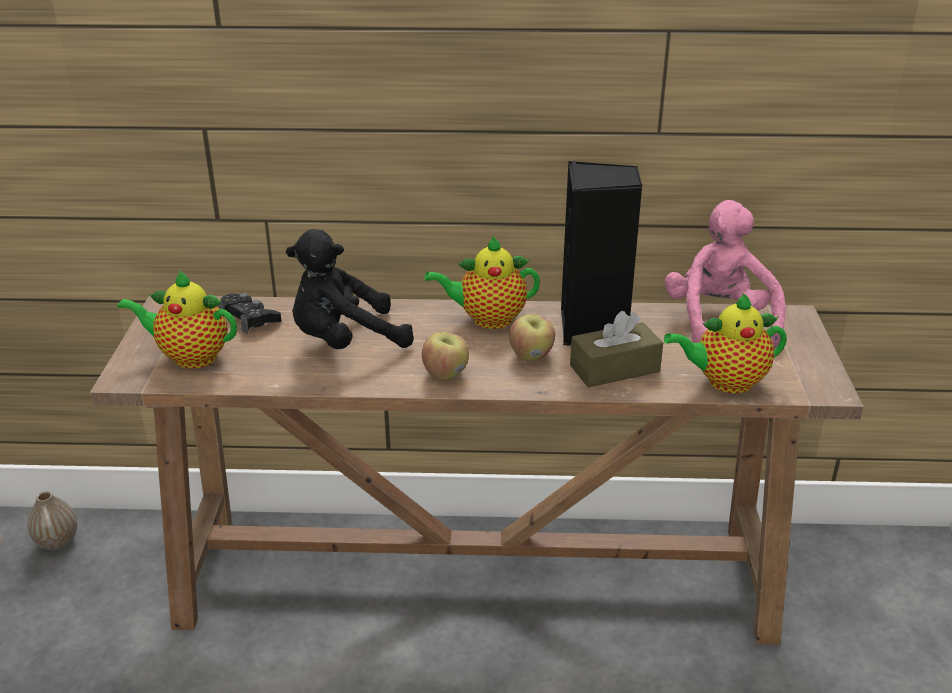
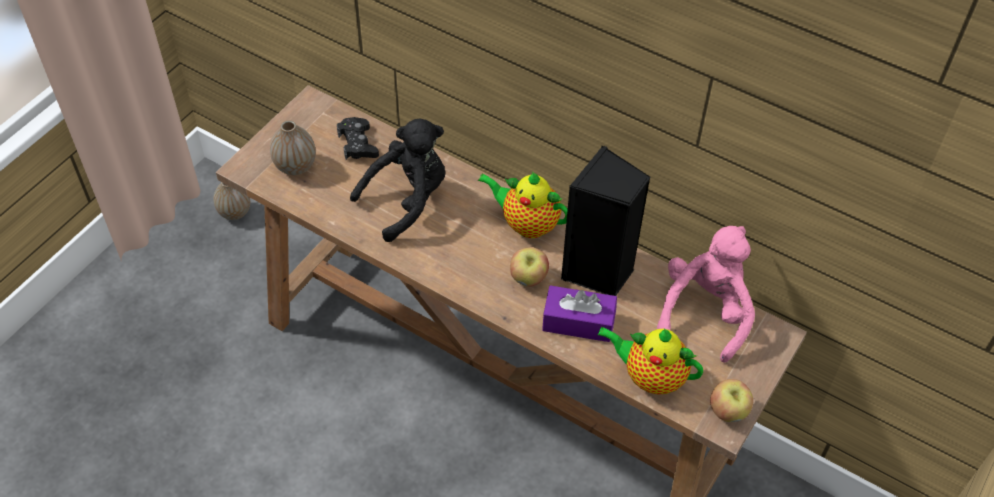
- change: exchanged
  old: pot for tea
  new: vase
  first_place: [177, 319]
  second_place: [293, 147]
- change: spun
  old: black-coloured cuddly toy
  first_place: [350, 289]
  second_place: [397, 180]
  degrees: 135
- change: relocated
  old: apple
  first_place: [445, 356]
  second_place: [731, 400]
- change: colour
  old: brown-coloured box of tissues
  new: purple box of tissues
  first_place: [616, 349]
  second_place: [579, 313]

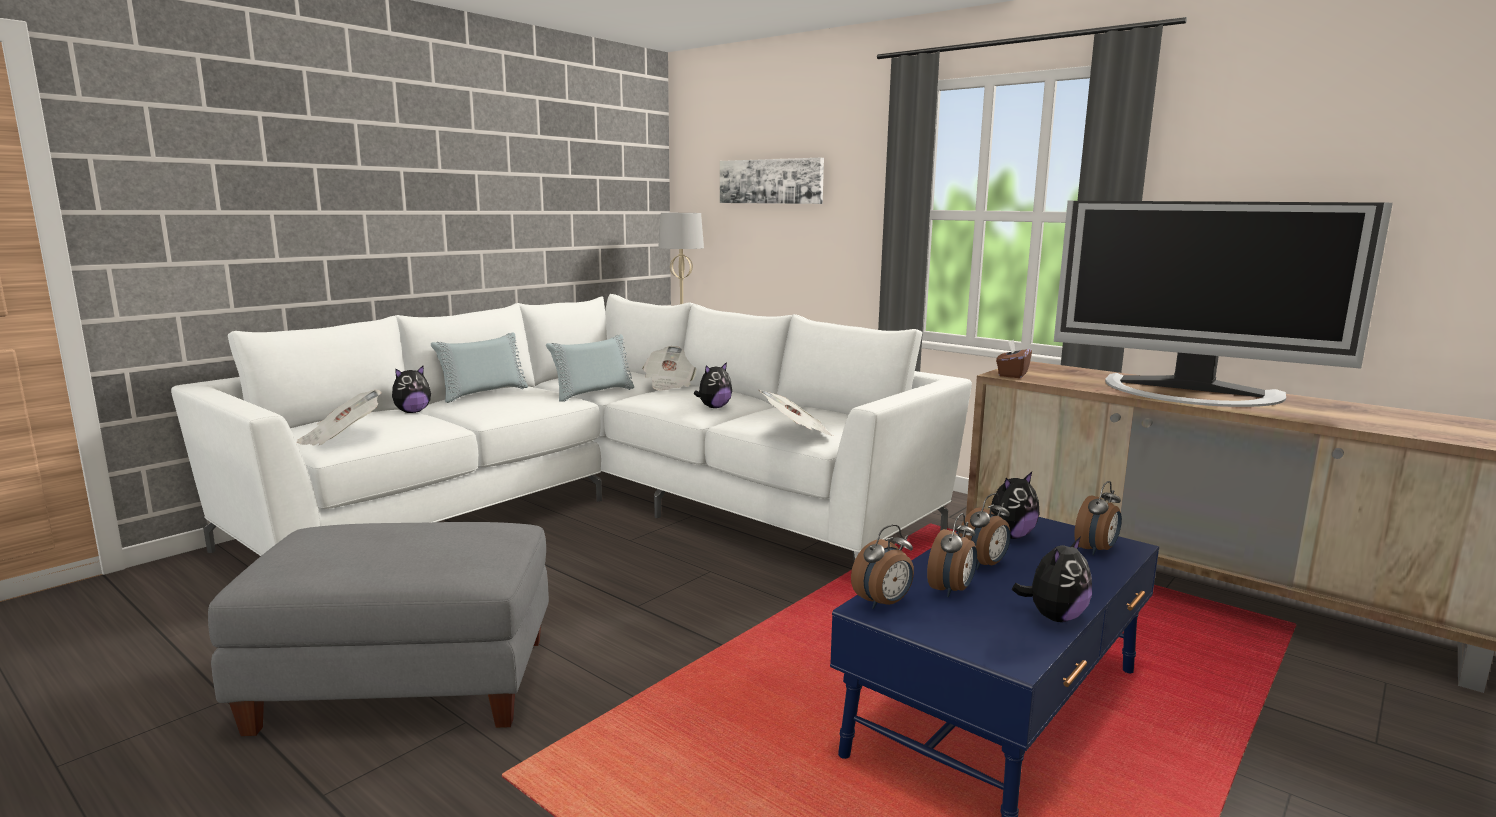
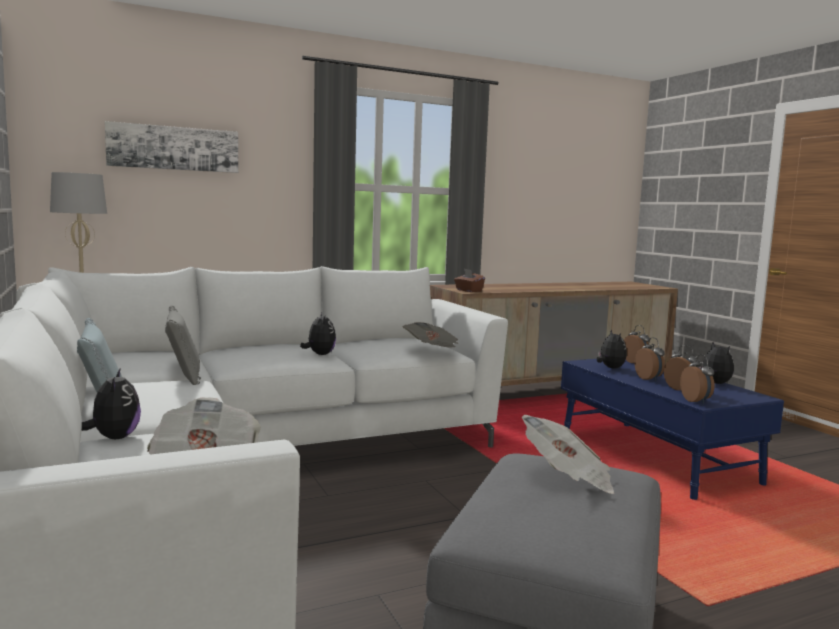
- change: colour
  old: blue-coloured cushion
  new: greyish cushion
  first_place: [590, 368]
  second_place: [183, 345]
- change: relocated
  old: newspaper
  first_place: [669, 368]
  second_place: [568, 454]
- change: missing
  old: TV set
  first_place: [1223, 304]

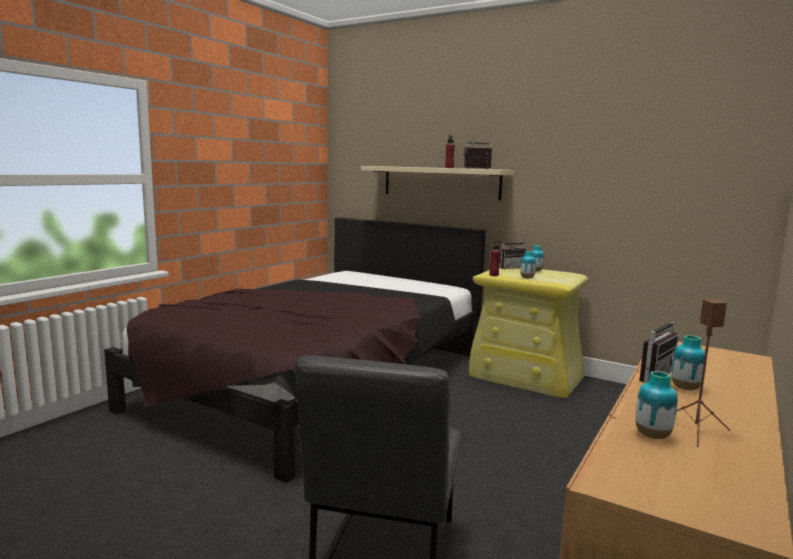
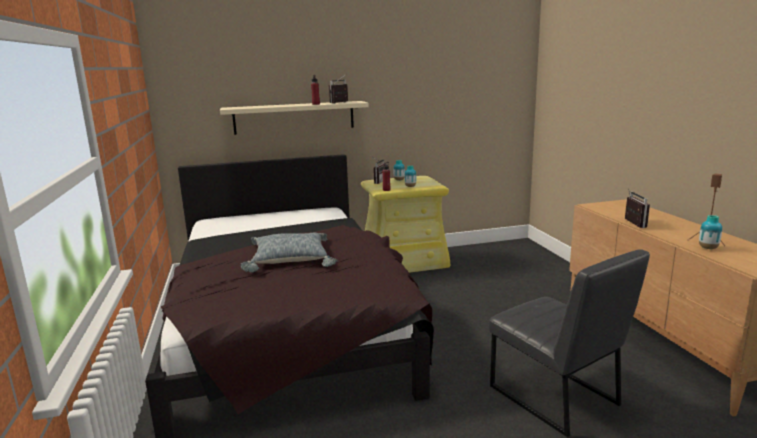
- change: missing
  old: vase
  first_place: [688, 362]
- change: appeared
  new: cushion
  second_place: [289, 252]

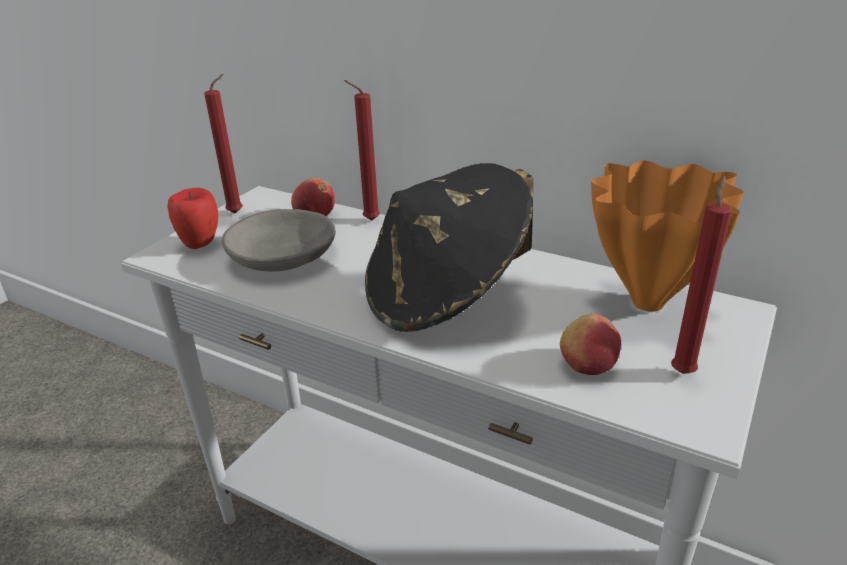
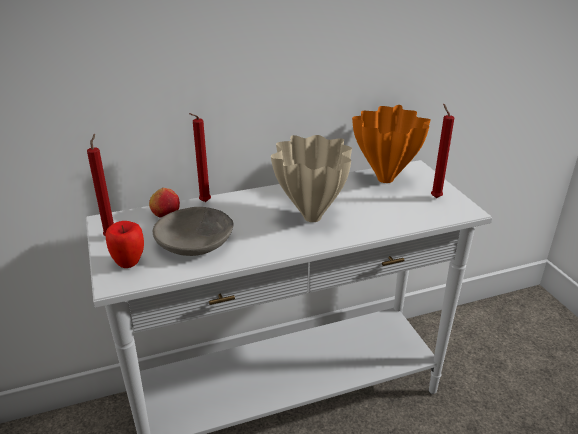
- change: exchanged
  old: black-coloured clothing hat
  new: sand-coloured vase
  first_place: [449, 247]
  second_place: [311, 178]
- change: missing
  old: apple
  first_place: [590, 344]

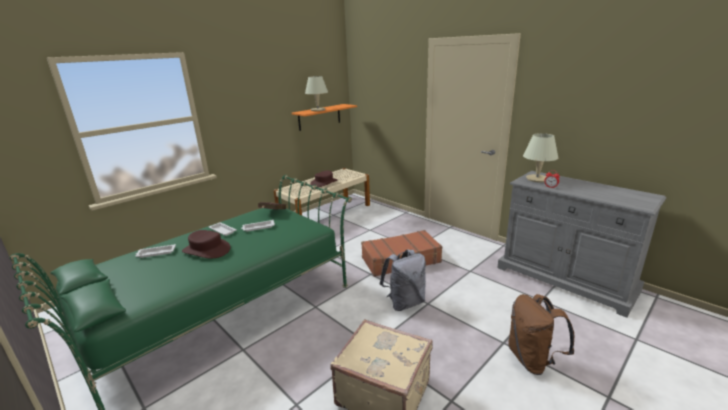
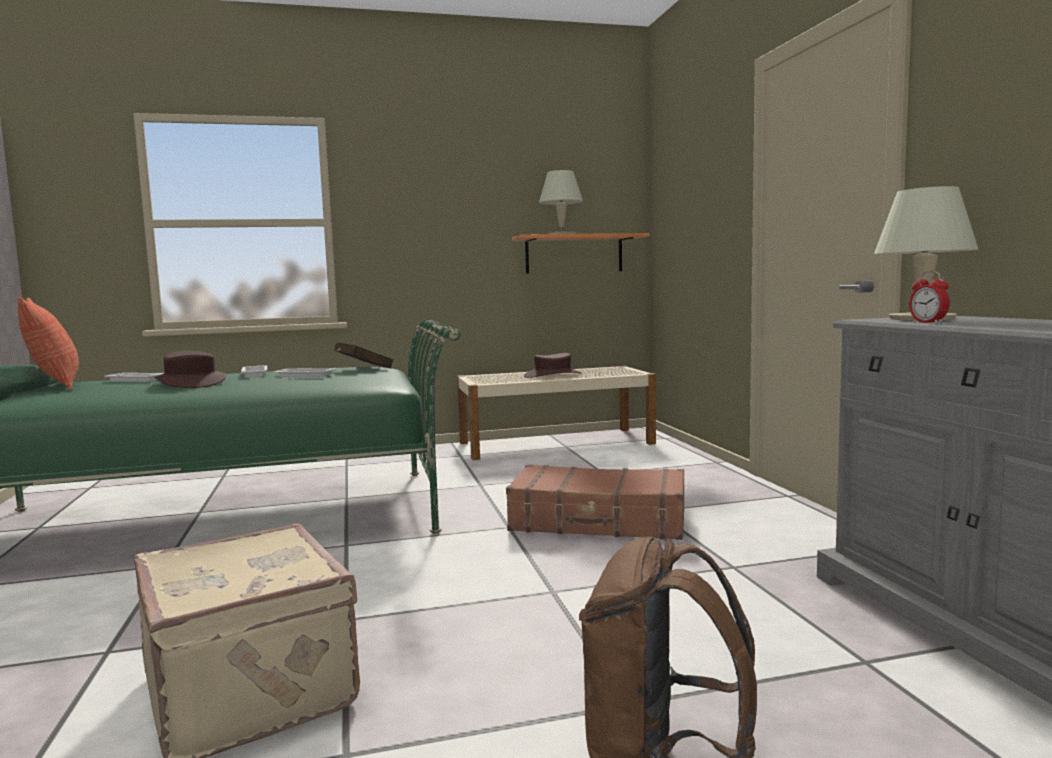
- change: missing
  old: greyish backpack
  first_place: [403, 280]
- change: appeared
  new: orange cushion
  second_place: [48, 344]

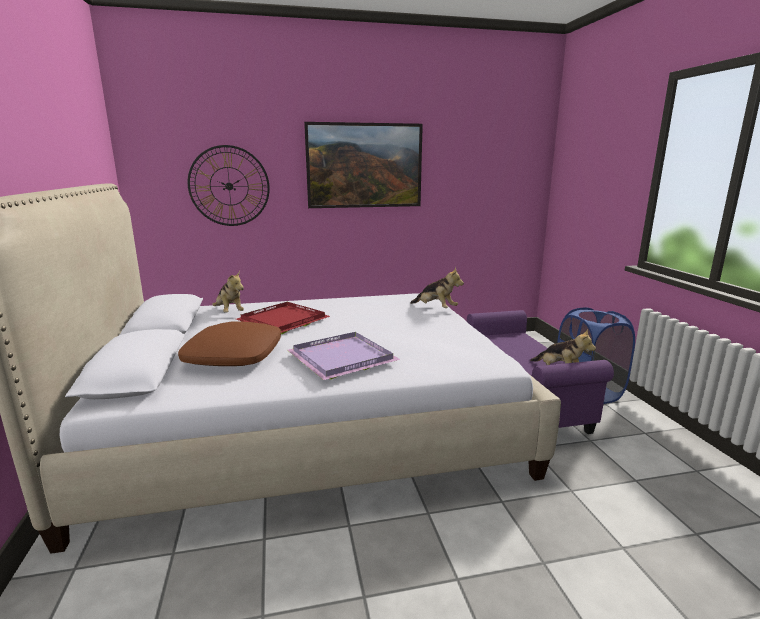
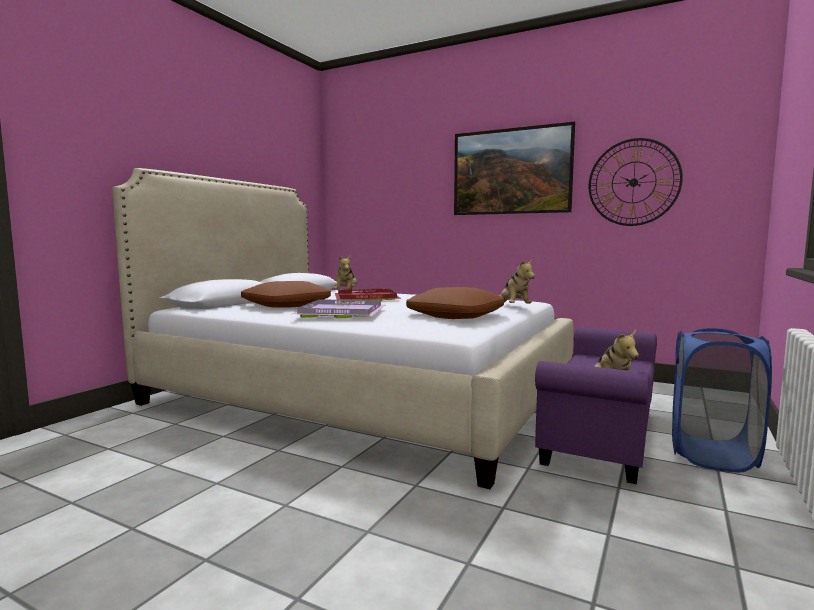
- change: relocated
  old: hanging clock
  first_place: [229, 185]
  second_place: [636, 182]
- change: appeared
  new: brown-coloured cushion
  second_place: [455, 303]

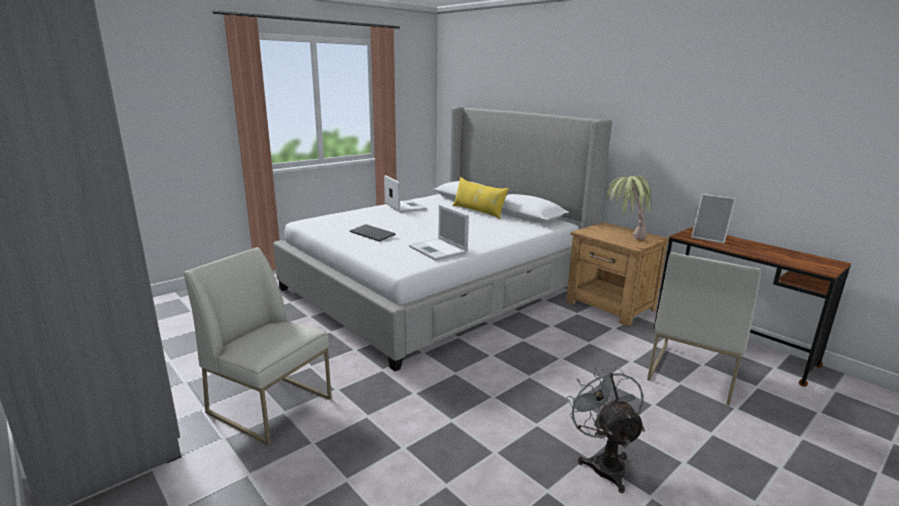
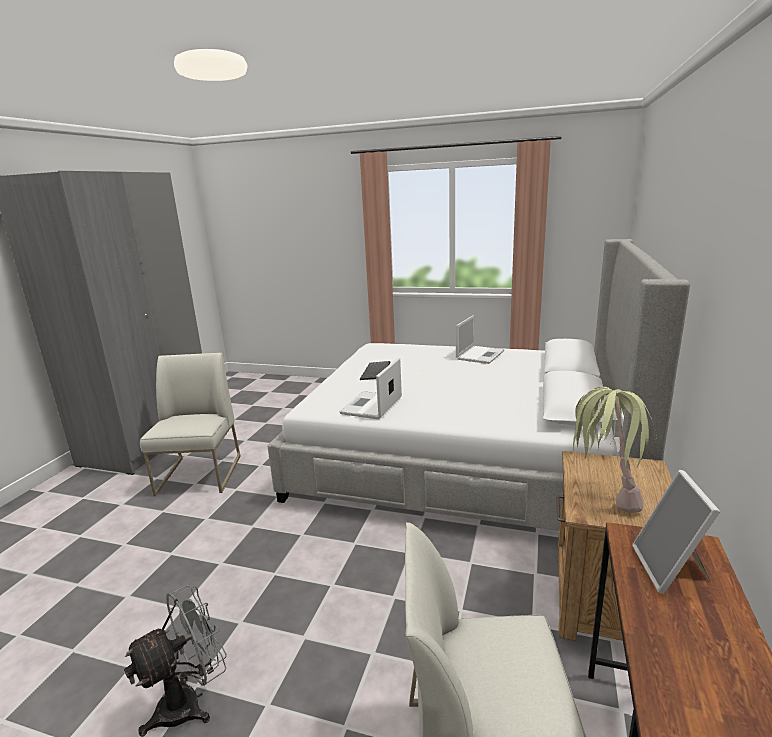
- change: missing
  old: yellow-coloured cushion
  first_place: [480, 198]

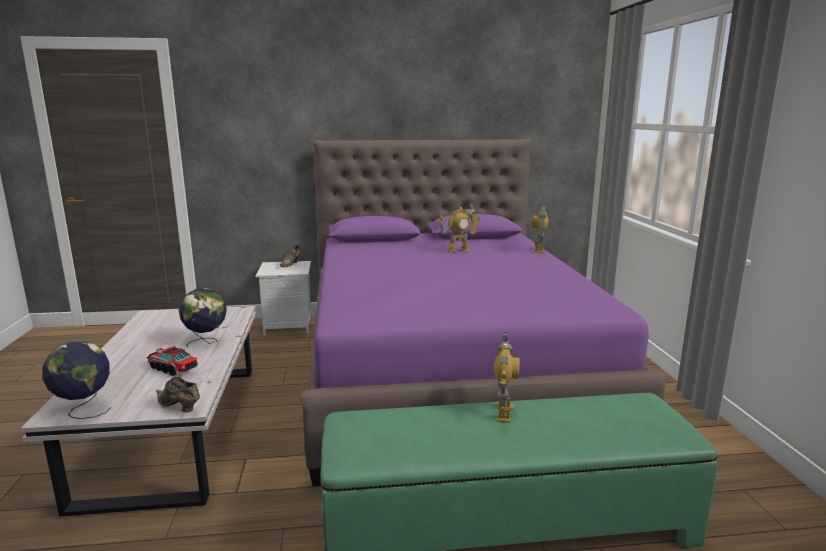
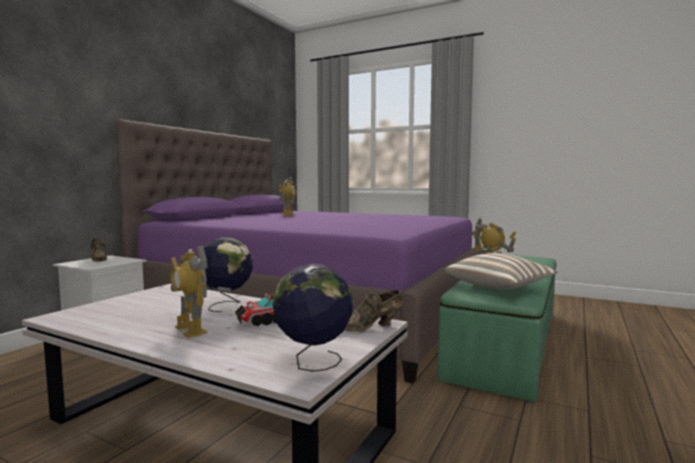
- change: relocated
  old: robot figure
  first_place: [540, 229]
  second_place: [189, 292]
- change: appeared
  new: cushion
  second_place: [501, 271]

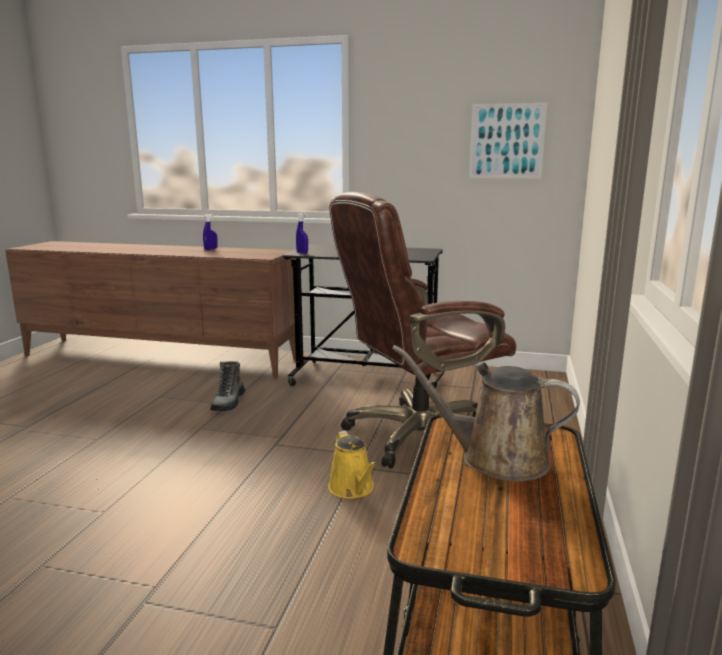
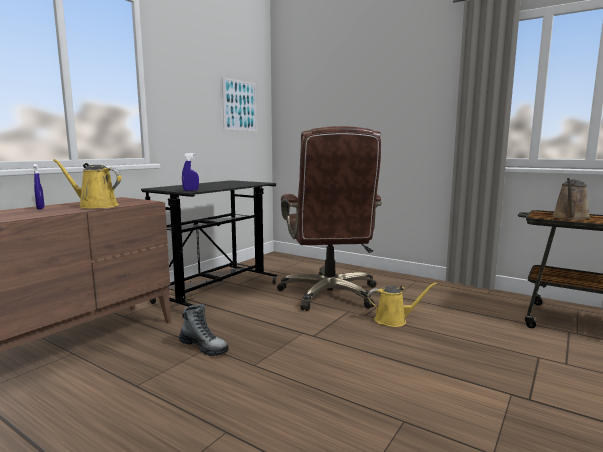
- change: appeared
  new: yellow-coloured sprinkling can
  second_place: [87, 184]

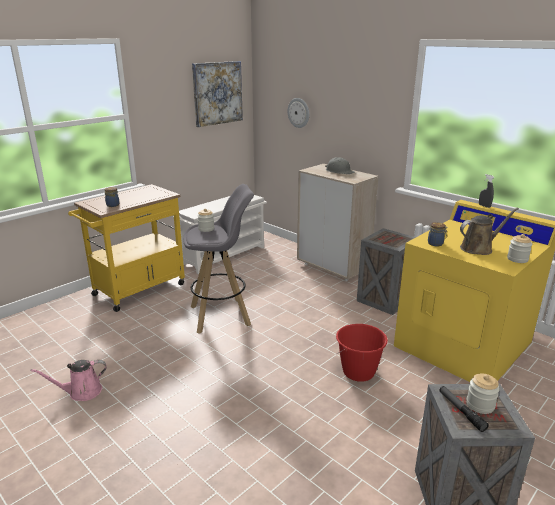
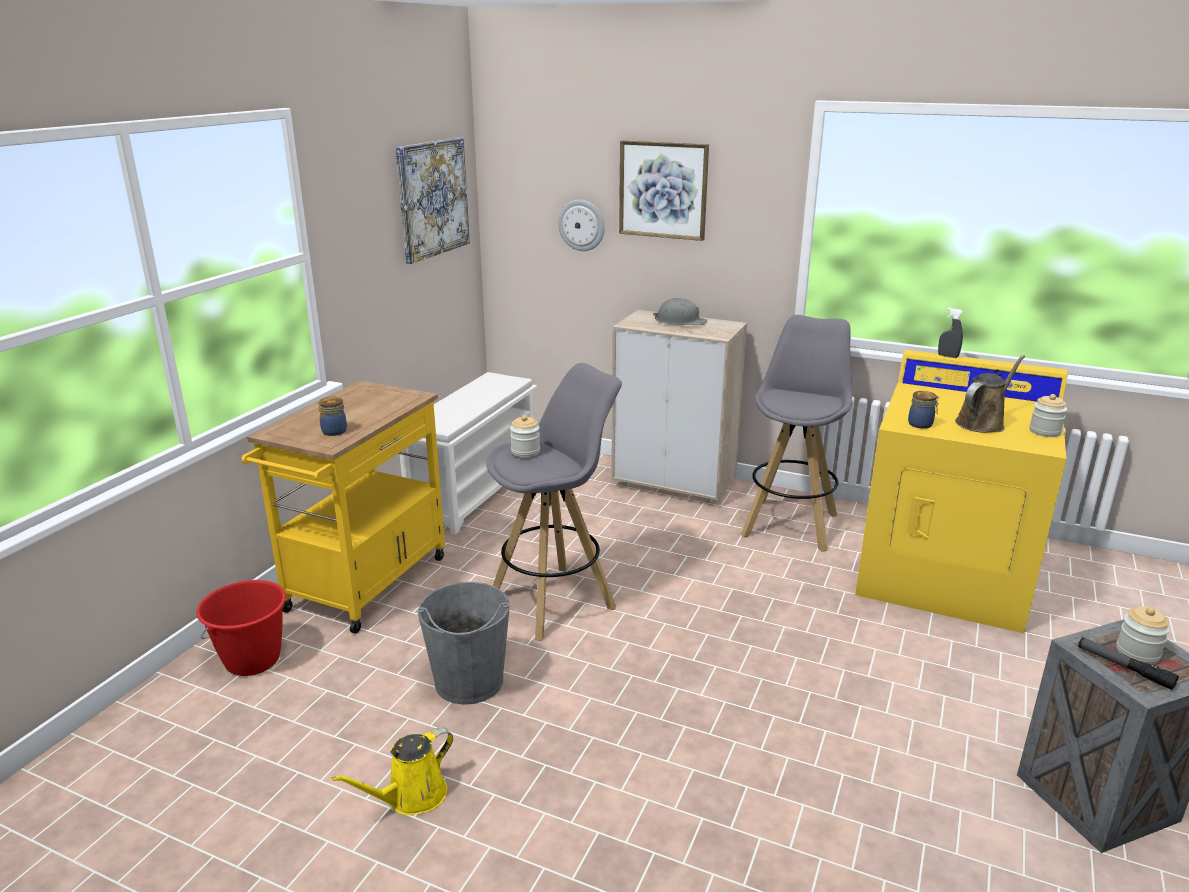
- change: colour
  old: pink sprinkling can
  new: yellow-coloured sprinkling can
  first_place: [68, 380]
  second_place: [392, 771]
- change: relocated
  old: reddish pail
  first_place: [362, 353]
  second_place: [241, 628]
- change: exchanged
  old: crate
  new: greyish sitting stool
  first_place: [386, 271]
  second_place: [796, 433]
- change: appeared
  new: greyish pail
  second_place: [463, 643]
- change: appeared
  new: wall art
  second_place: [664, 191]

